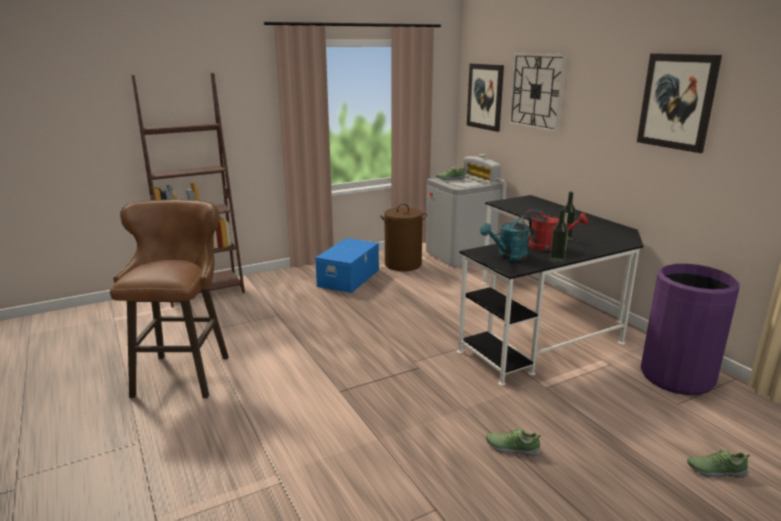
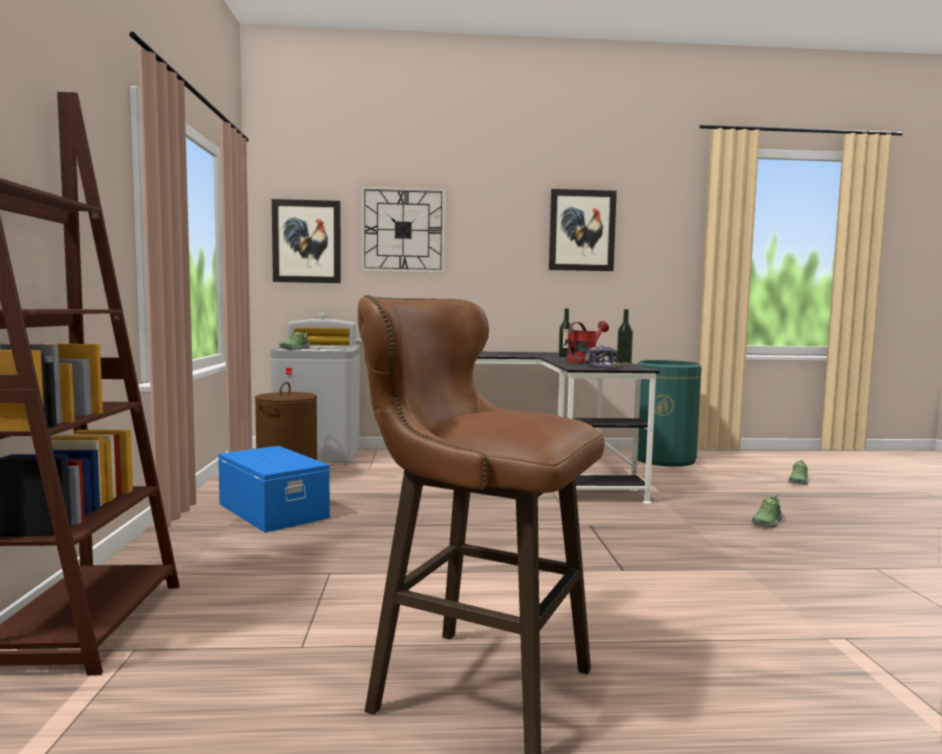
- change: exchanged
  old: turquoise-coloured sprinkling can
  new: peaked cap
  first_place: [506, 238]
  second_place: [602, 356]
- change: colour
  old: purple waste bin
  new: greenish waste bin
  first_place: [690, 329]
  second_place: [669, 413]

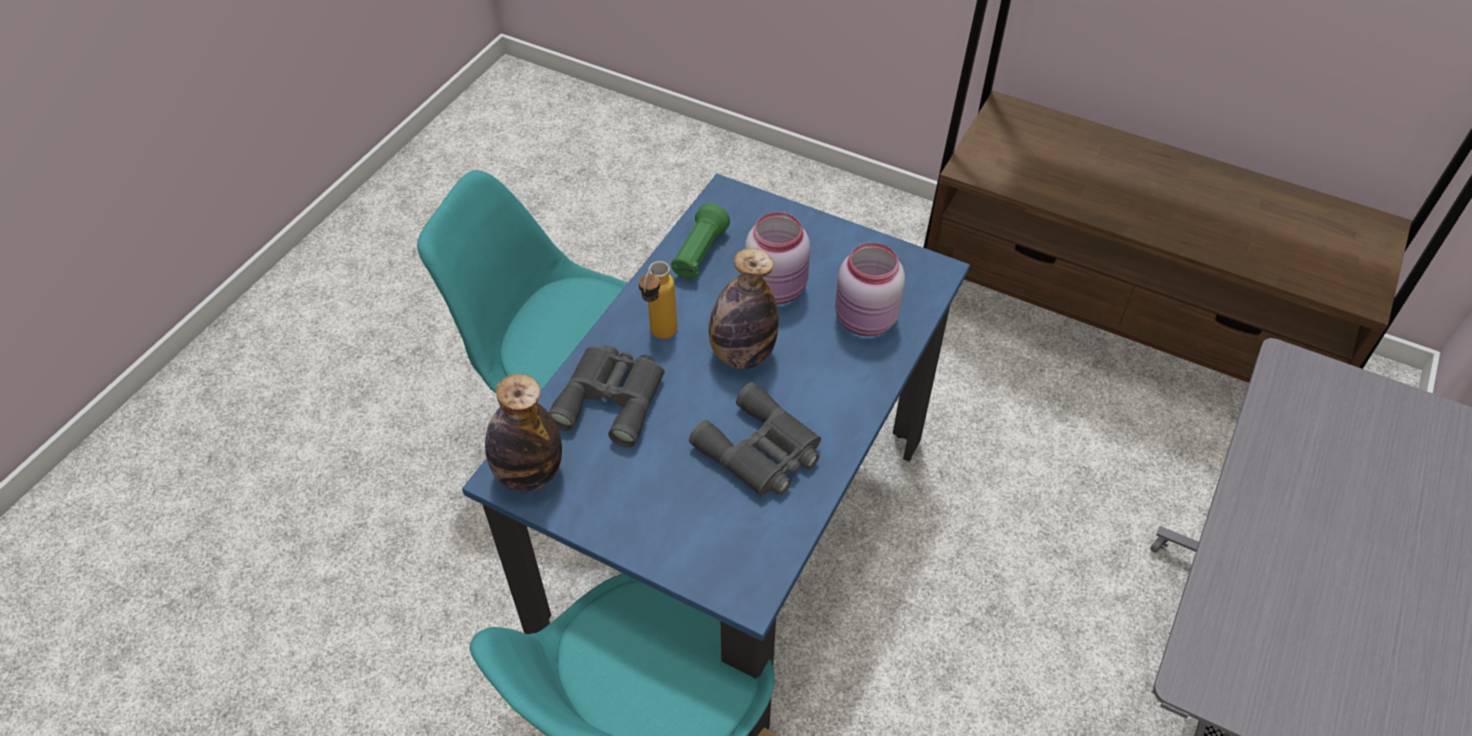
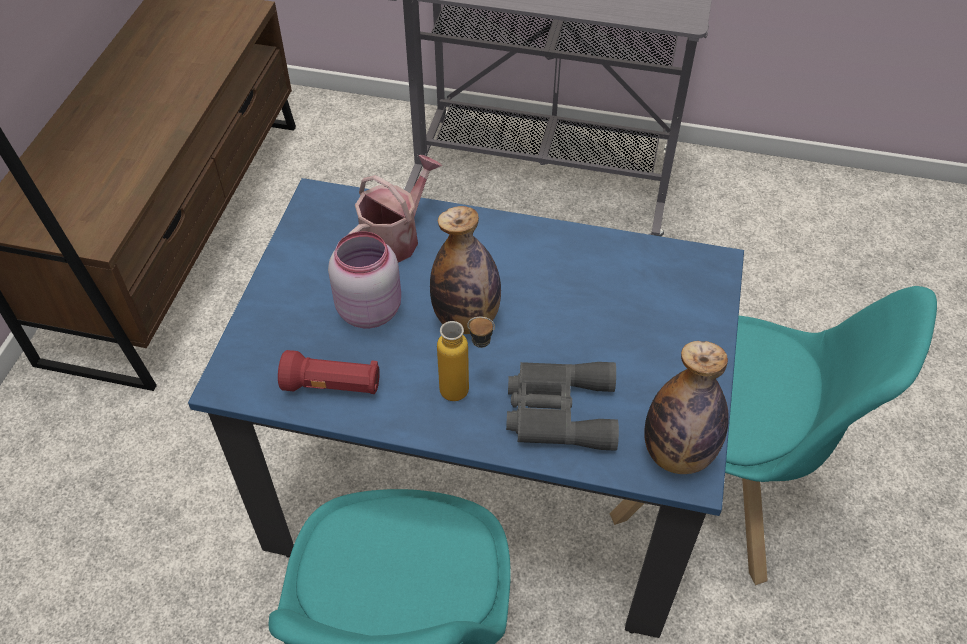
- change: colour
  old: greenish torch
  new: reddish torch
  first_place: [700, 240]
  second_place: [329, 372]
- change: missing
  old: greyish binoculars
  first_place: [755, 439]
- change: exchanged
  old: pink preserve jar
  new: sprinkling can
  first_place: [870, 289]
  second_place: [395, 209]

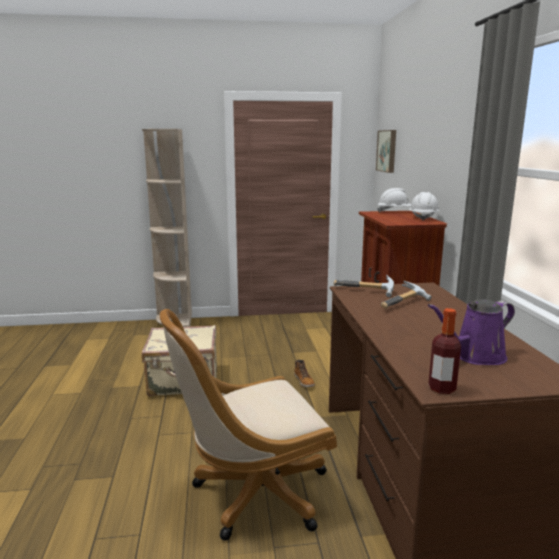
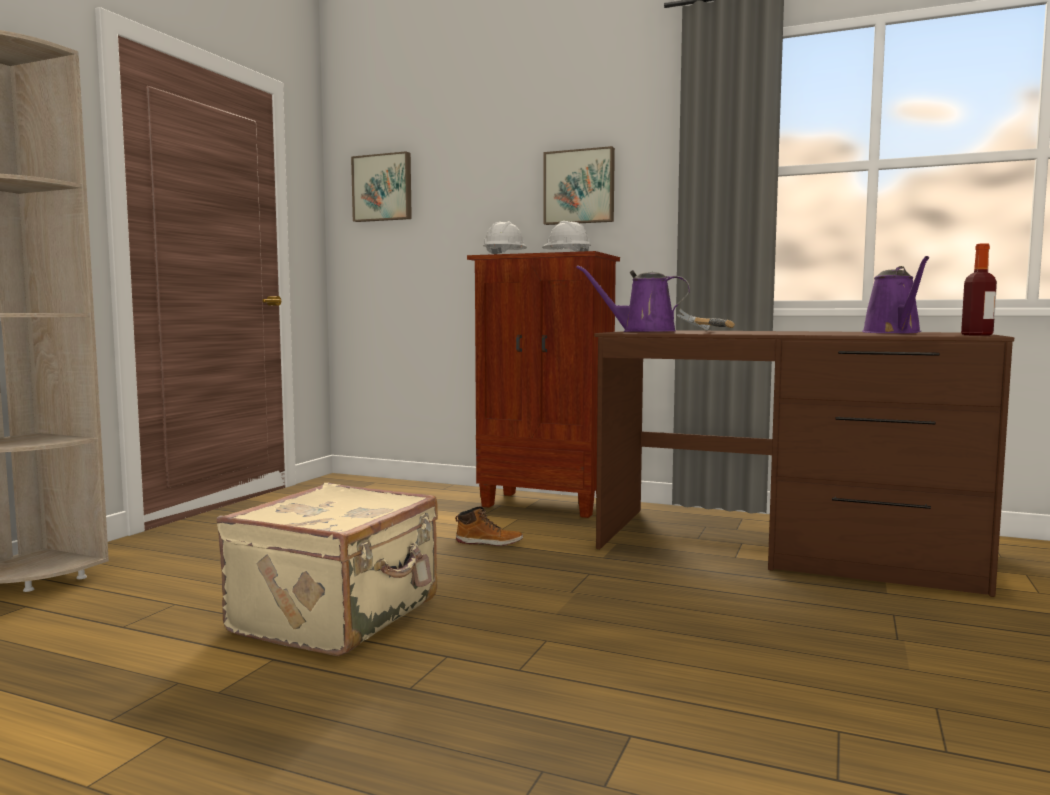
- change: missing
  old: computer chair
  first_place: [248, 425]
- change: exchanged
  old: tool hammer
  new: purple sprinkling can
  first_place: [364, 285]
  second_place: [633, 298]
- change: appeared
  new: wall art
  second_place: [579, 185]

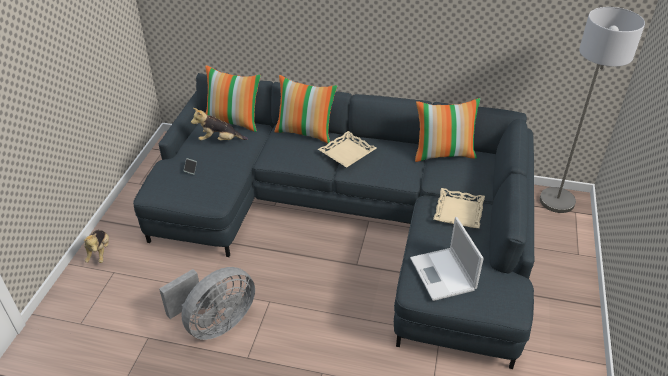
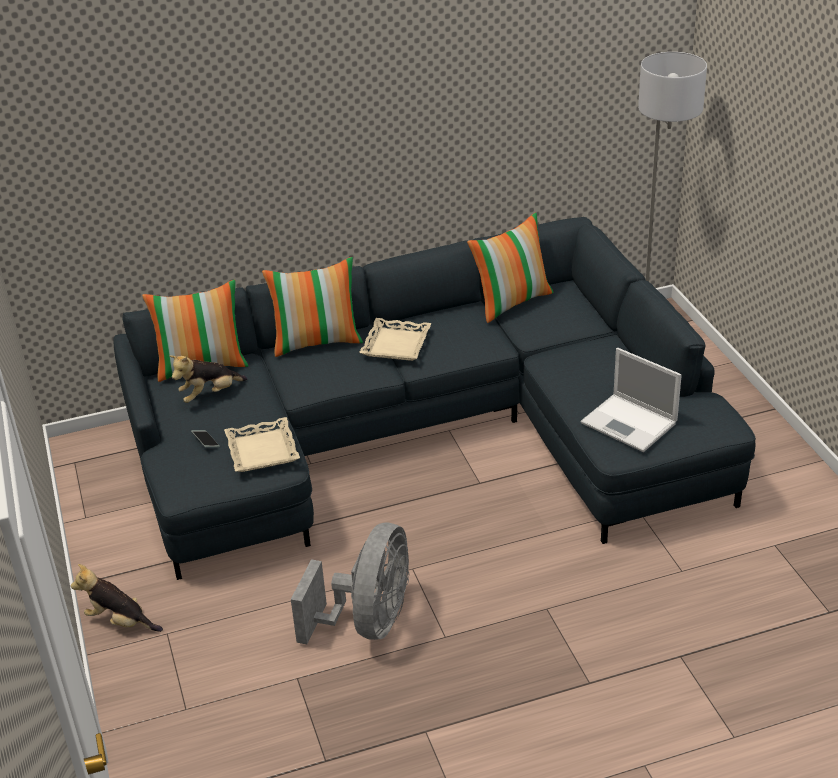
- change: spun
  old: cuddly toy
  first_place: [96, 246]
  second_place: [117, 598]
  degrees: 150
- change: relocated
  old: sand-coloured tray
  first_place: [459, 208]
  second_place: [262, 444]

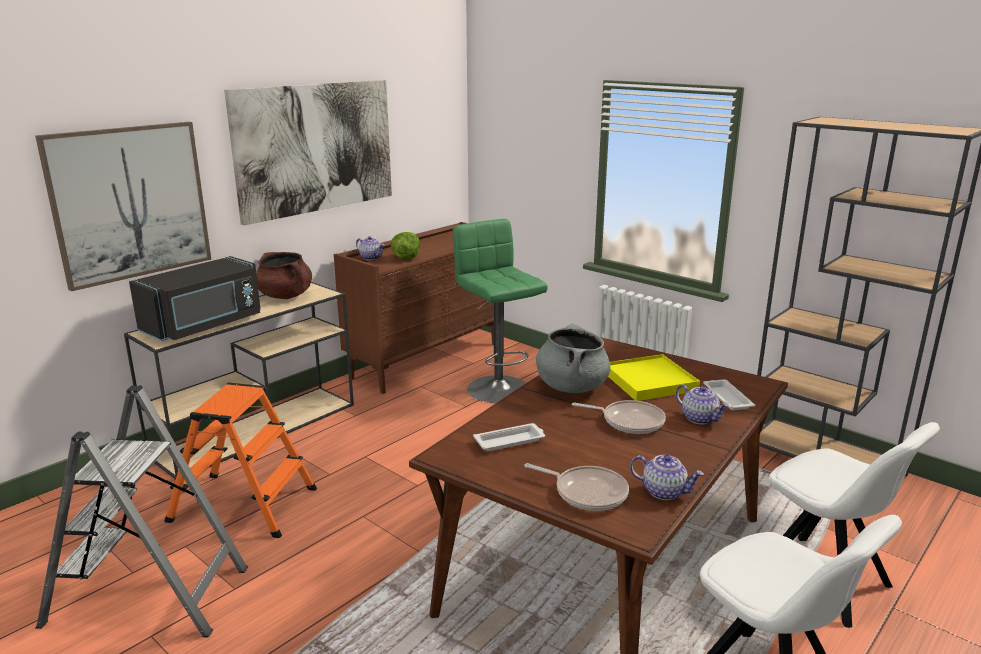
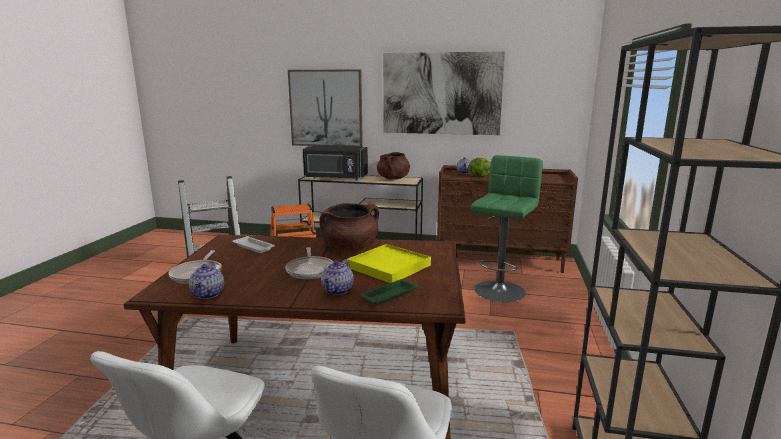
- change: colour
  old: greyish stockpot
  new: brown-coloured stockpot
  first_place: [573, 358]
  second_place: [349, 227]
- change: colour
  old: white tray
  new: greenish tray
  first_place: [729, 394]
  second_place: [389, 292]

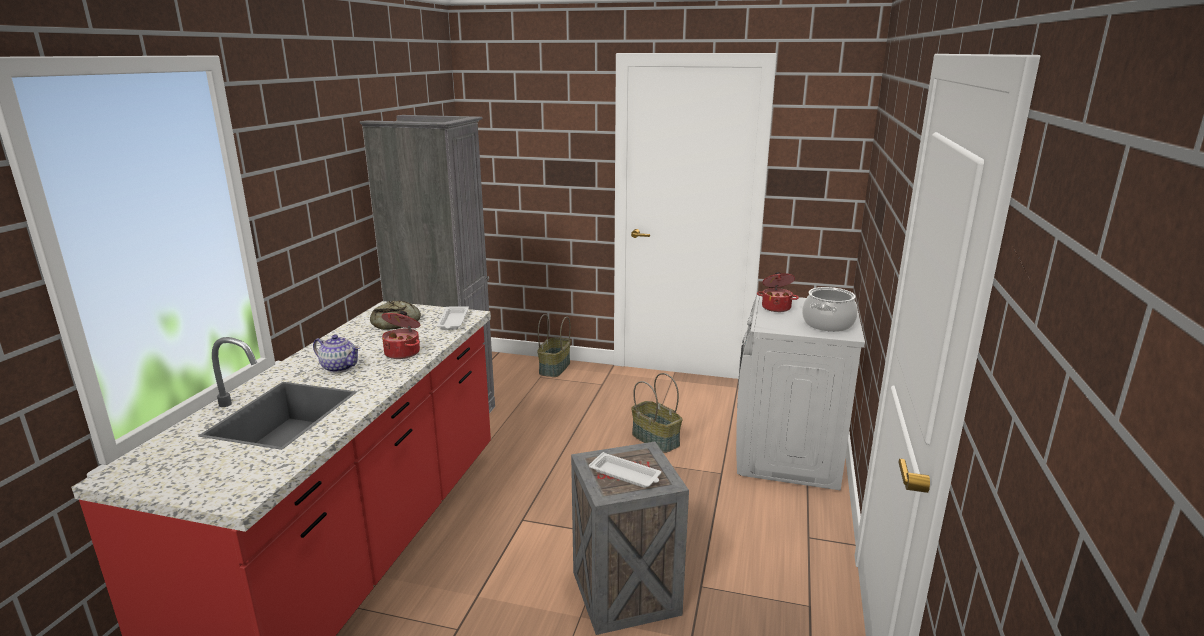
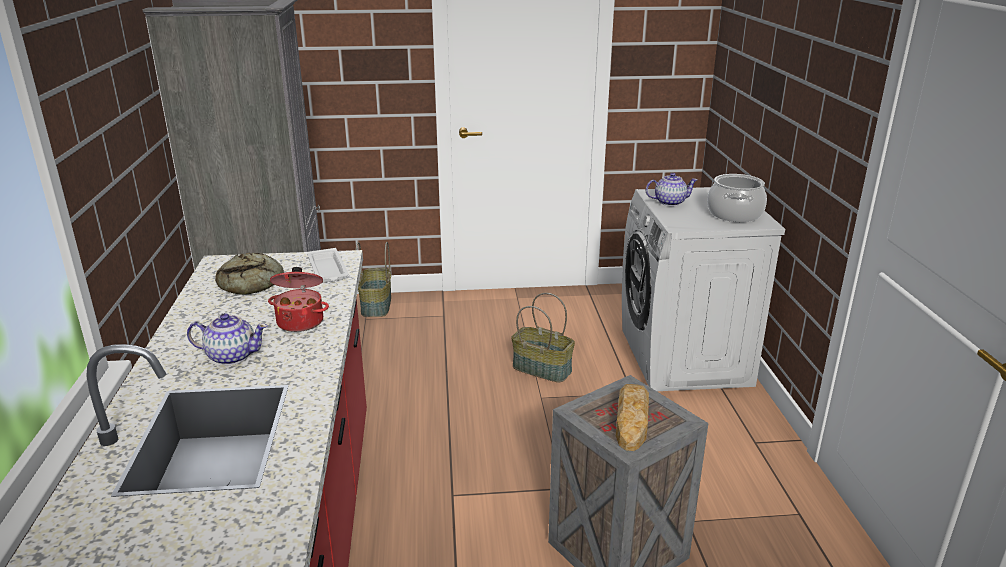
- change: exchanged
  old: white tray
  new: bread
  first_place: [625, 470]
  second_place: [632, 417]
- change: exchanged
  old: stockpot
  new: pot for tea
  first_place: [778, 292]
  second_place: [672, 189]

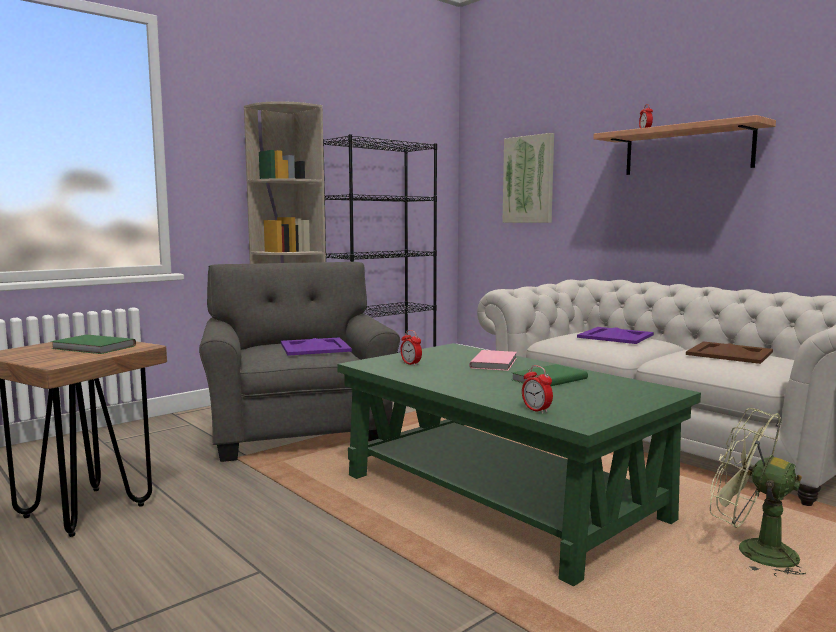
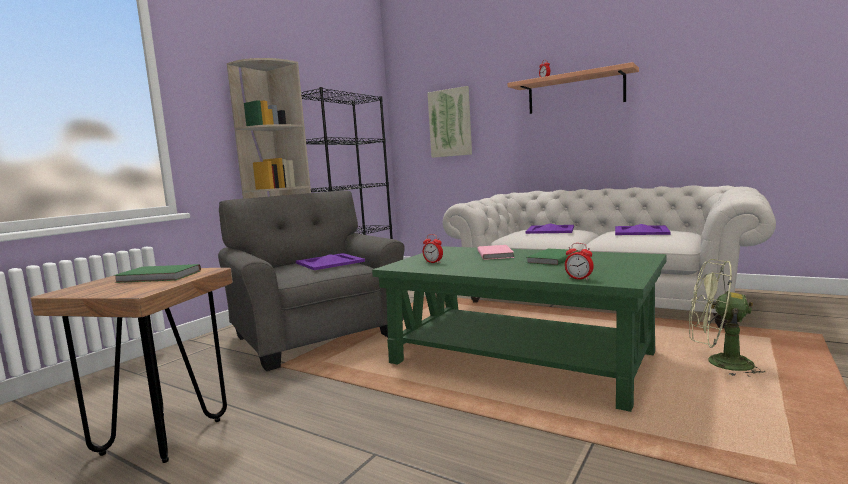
- change: colour
  old: brown-coloured tray
  new: purple tray
  first_place: [729, 352]
  second_place: [642, 229]

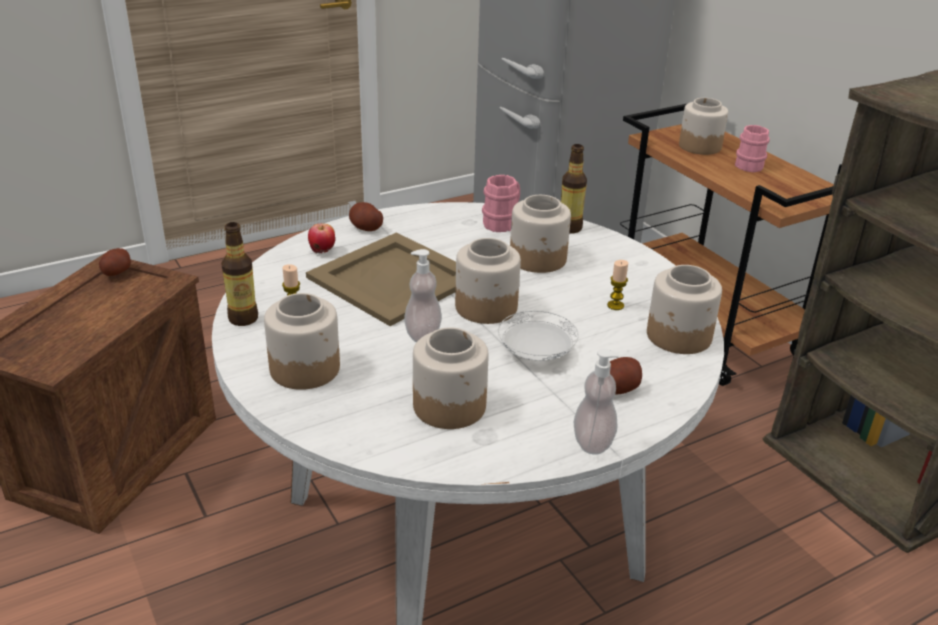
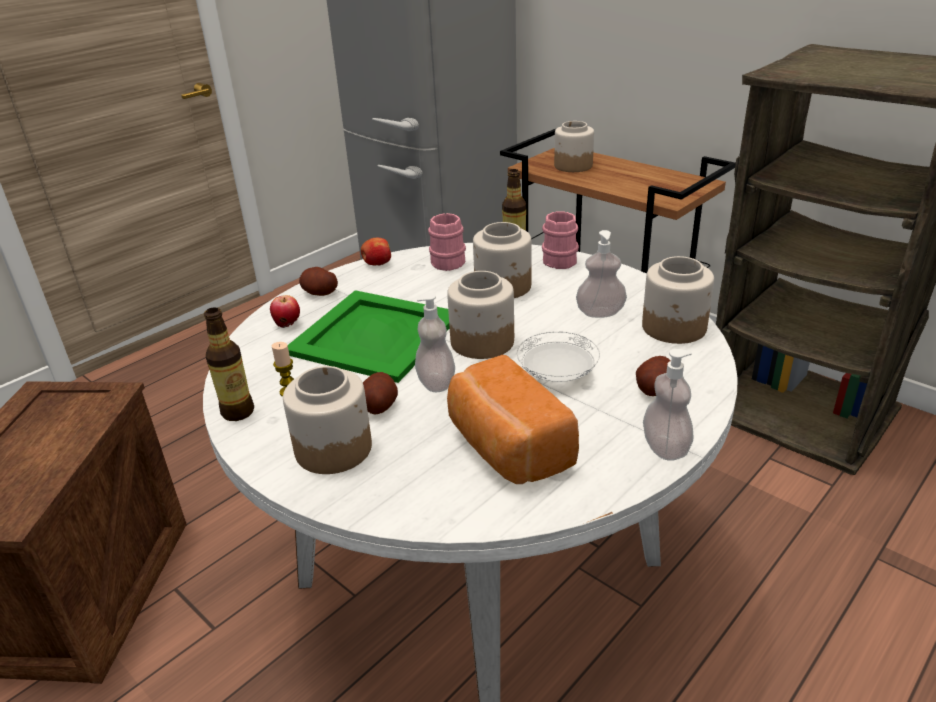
- change: relocated
  old: potato
  first_place: [115, 262]
  second_place: [380, 393]
- change: colour
  old: sand-coloured tray
  new: greenish tray
  first_place: [381, 279]
  second_place: [369, 336]
- change: exchanged
  old: preserve jar
  new: bread
  first_place: [451, 378]
  second_place: [513, 419]
- change: exchanged
  old: wax candle
  new: soap dispenser
  first_place: [617, 285]
  second_place: [601, 274]
- change: relocated
  old: pink coffee mug
  first_place: [752, 148]
  second_place: [560, 240]
- change: appeared
  new: apple
  second_place: [376, 252]

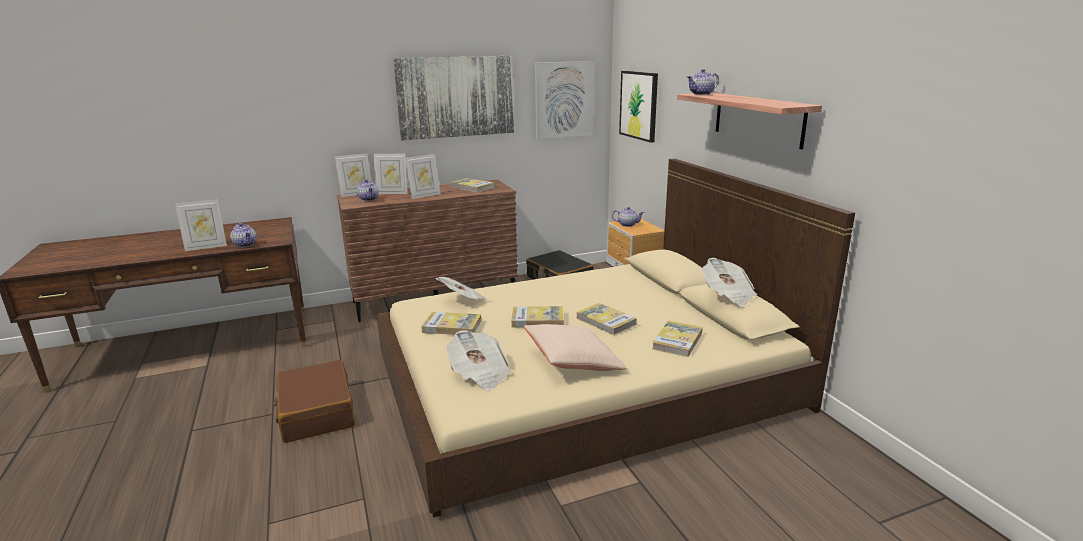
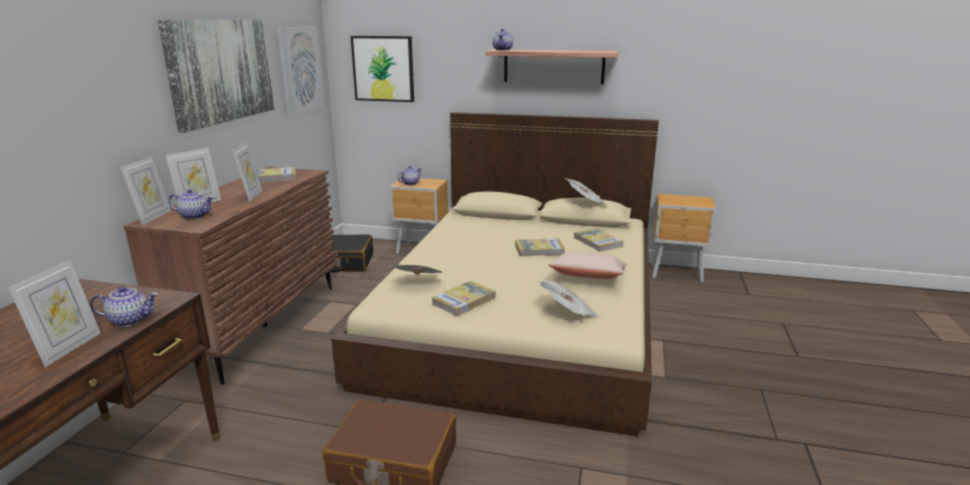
- change: missing
  old: bound book
  first_place: [537, 316]
- change: appeared
  new: brown-coloured night table
  second_place: [684, 238]

